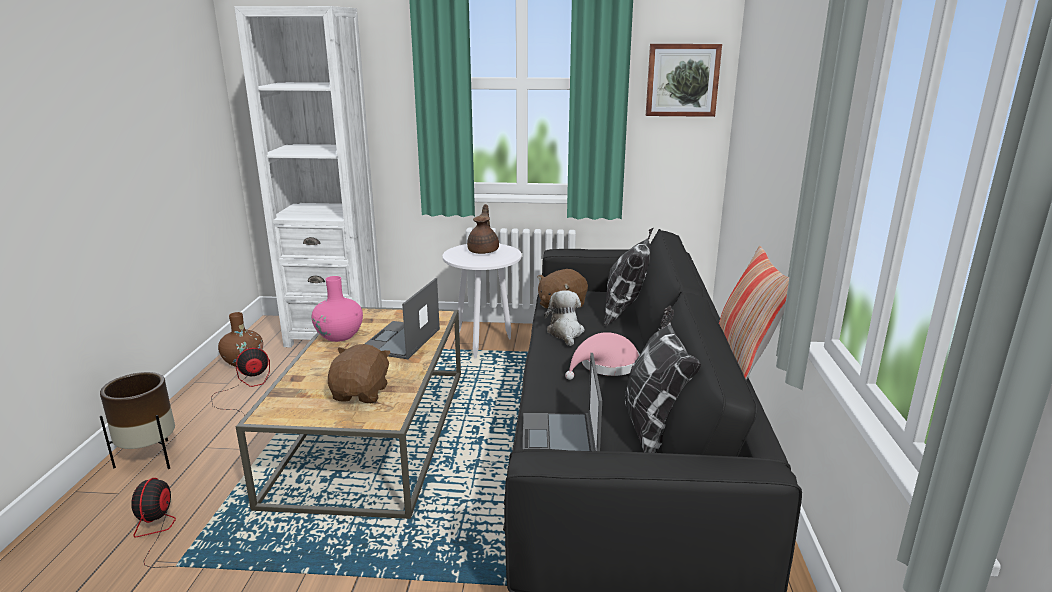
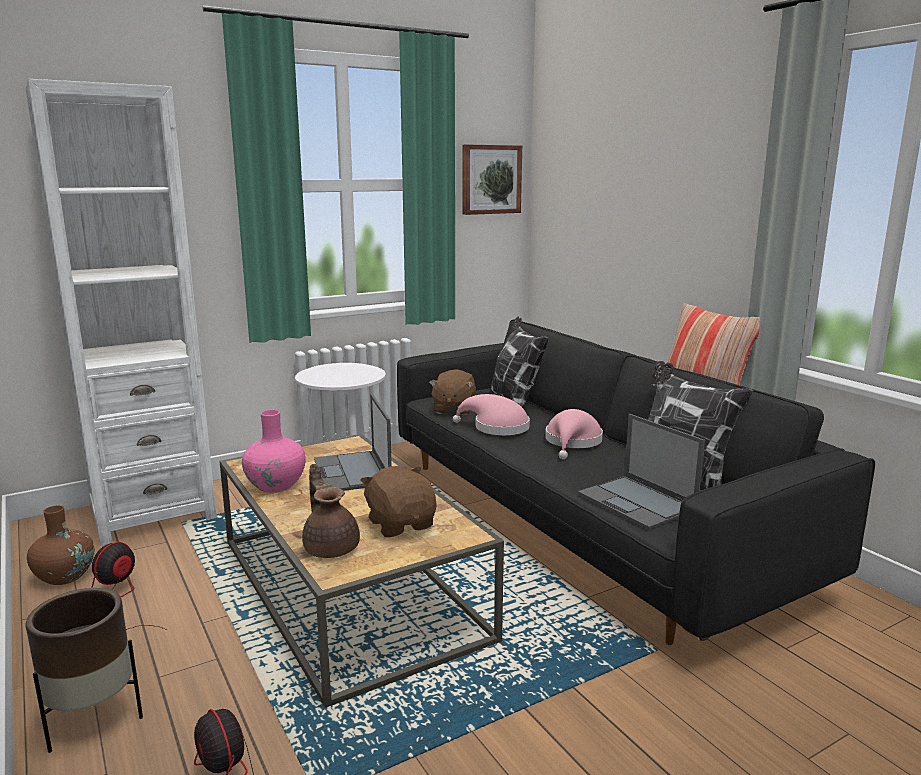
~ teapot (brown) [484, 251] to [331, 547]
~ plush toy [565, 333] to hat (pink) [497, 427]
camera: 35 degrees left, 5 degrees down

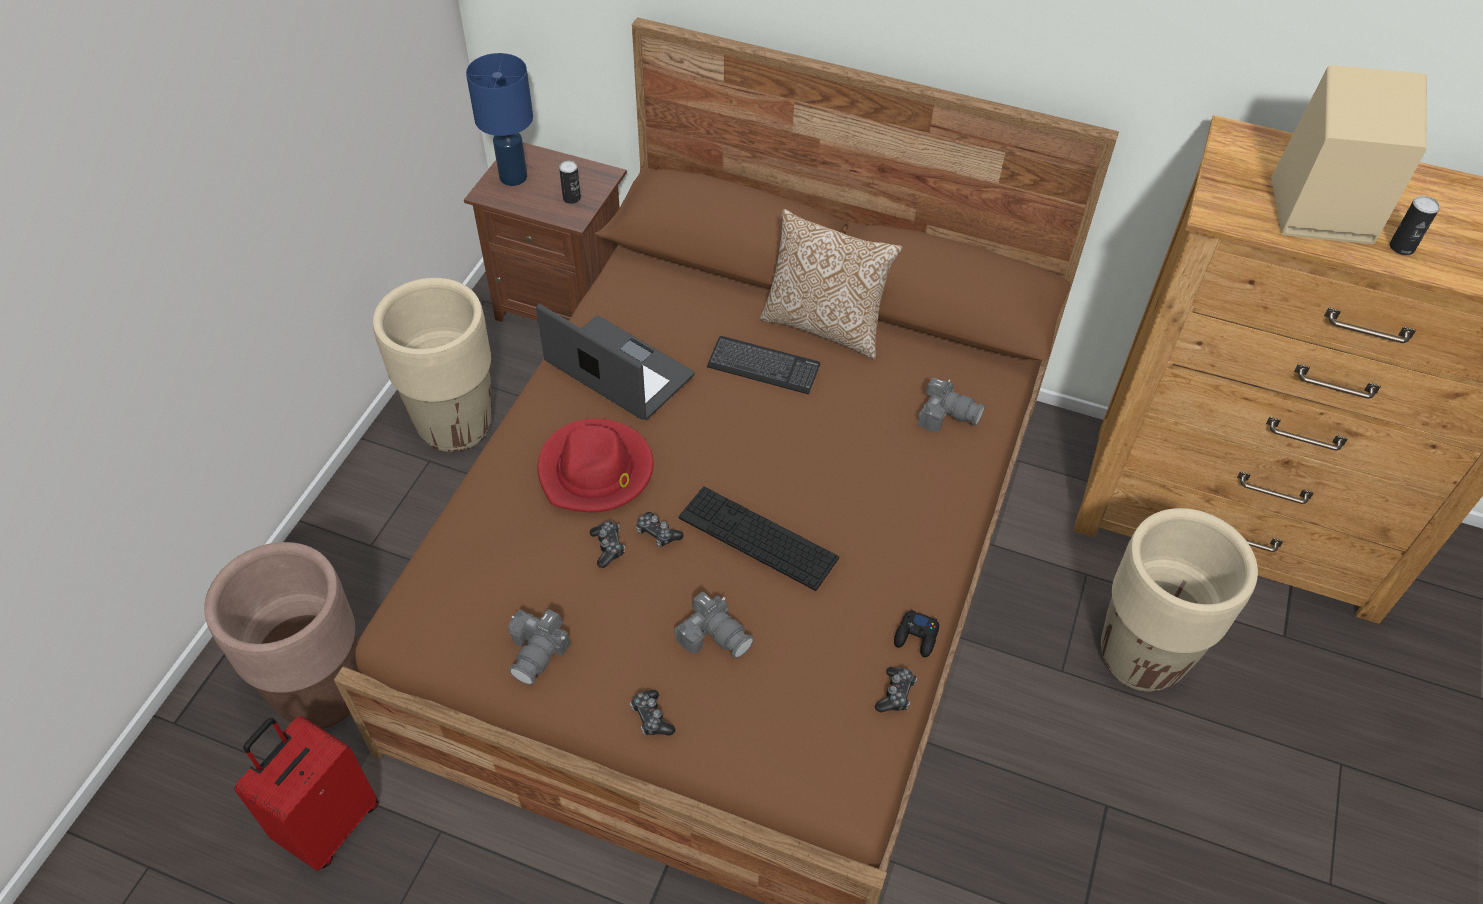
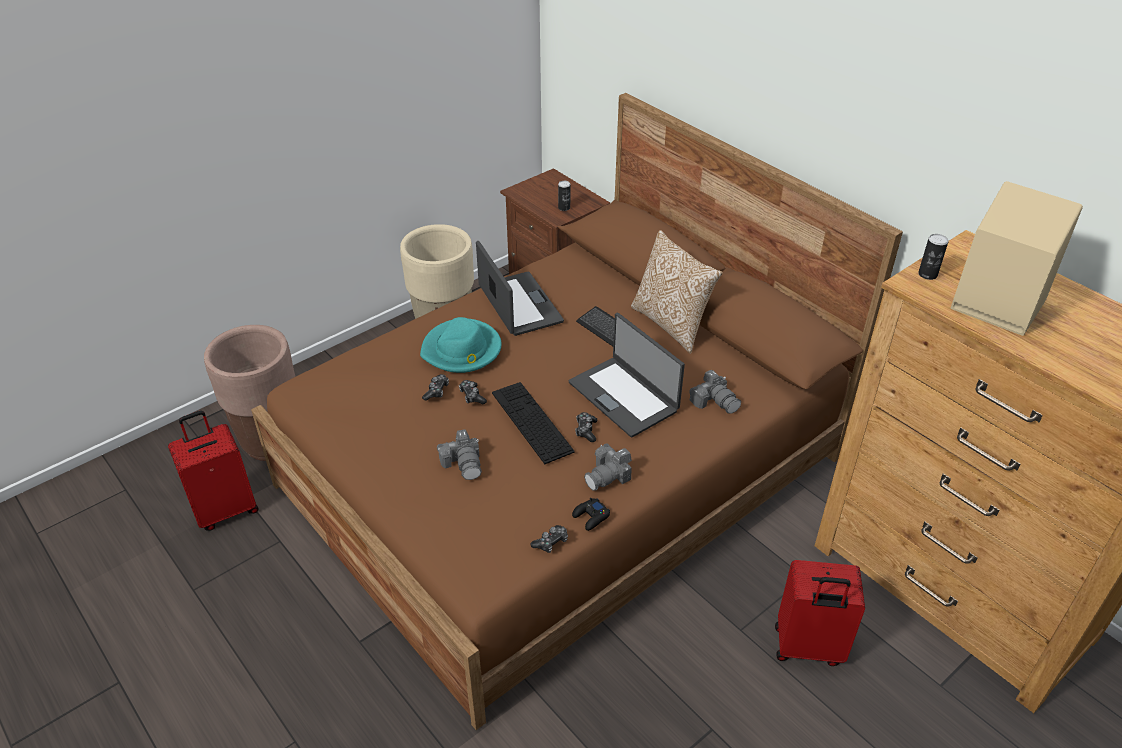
~ hat (red) [596, 470] to hat (turquoise) [462, 350]
+ laptop [624, 396]
~ game controller [651, 717] to [586, 430]
~ photo camera [538, 652] to [608, 476]
~ planter (beige) [1140, 658] to suitcase (red) [807, 648]
~ can [1401, 247] to [927, 274]
- table lamp (blue) [512, 177]
camera: 30 degrees right, 10 degrees down

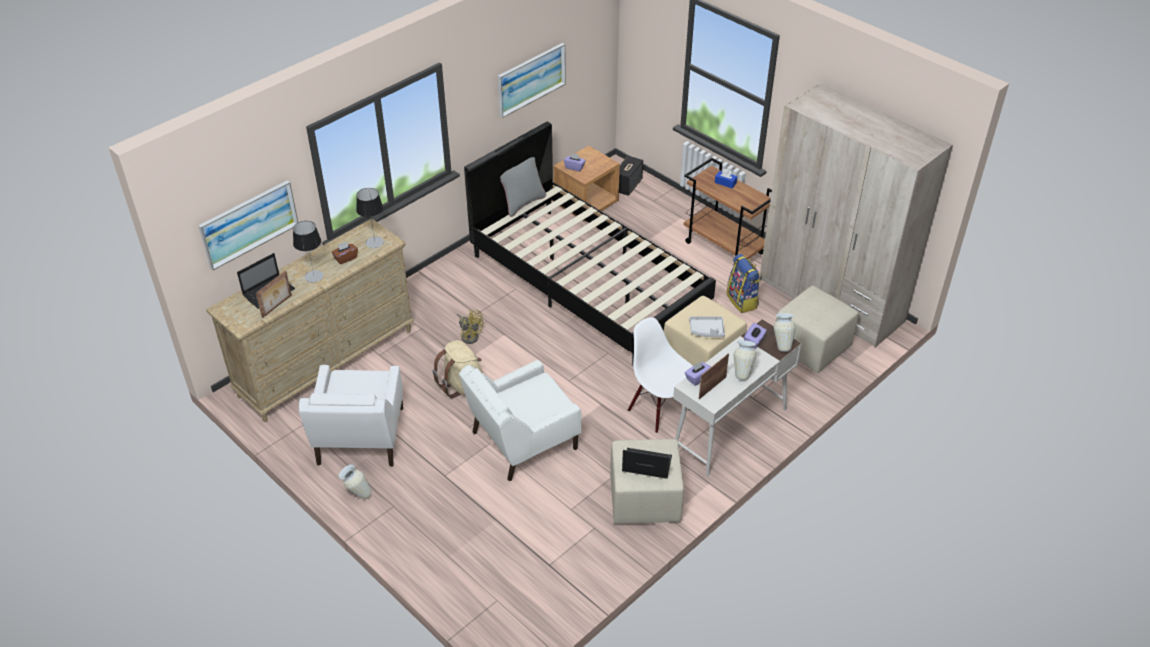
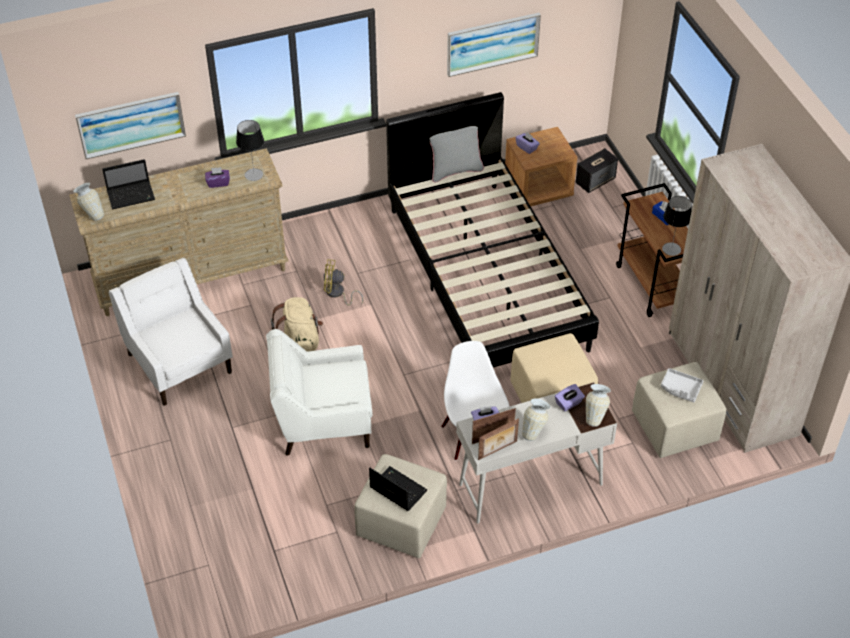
~ vase [357, 494] to [92, 214]
~ armchair (white) [360, 438] = [179, 362] 120 degrees clockwise
~ tissue box (brown) [345, 258] to tissue box (purple) [218, 183]
~ fan (yellow) [470, 335] = [337, 294] 120 degrees clockwise
~ picture frame [277, 306] to [498, 451]
~ tray (grey) [707, 330] to [680, 389]
~ table lamp [314, 276] to [671, 249]
- backpack [742, 301]
camera: 25 degrees right, 5 degrees up

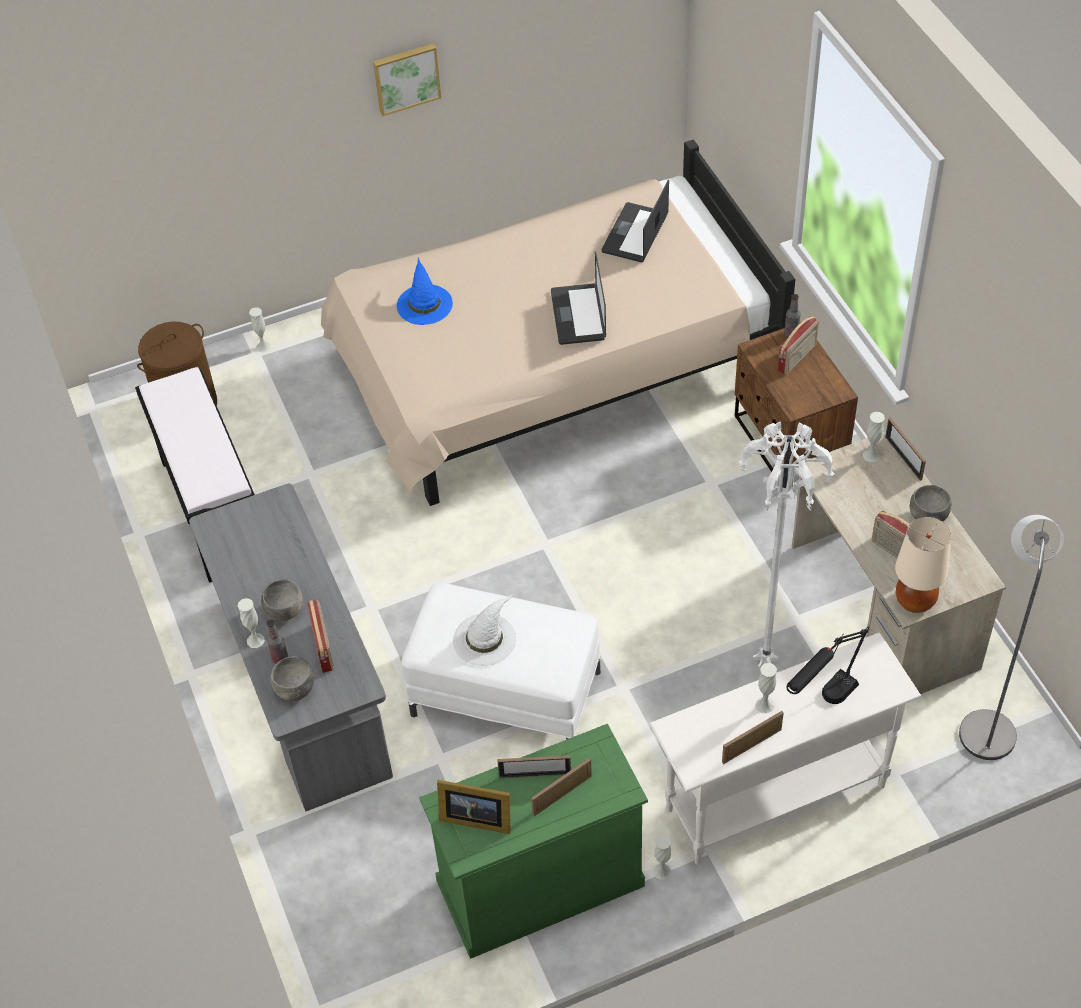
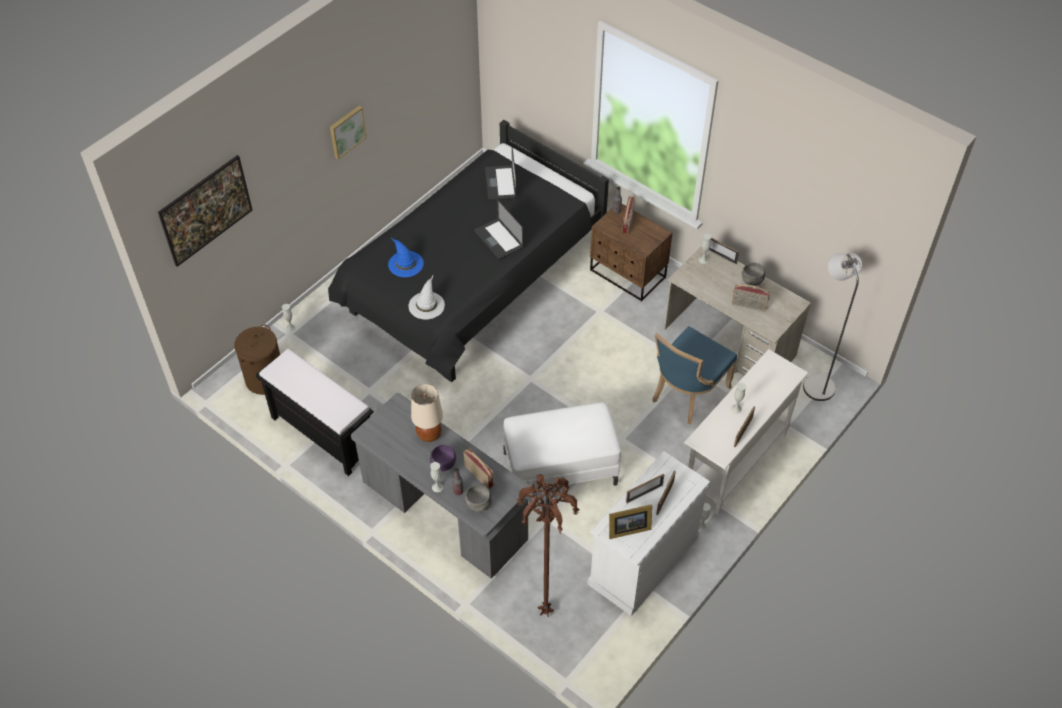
+ picture [210, 223]
~ bed (beige) [552, 371] to bed (black) [473, 281]
~ hat (white) [485, 638] to [426, 305]
~ table lamp (beige) [915, 601] to [429, 434]
~ bowl (grey) [284, 611] to bowl (purple) [443, 464]
+ floor lamp (brown) [544, 610]
~ dresser (green) [539, 883] to dresser (white) [642, 560]
~ floor lamp (white) [766, 660] to chair (blue) [687, 394]
- table lamp (black) [822, 705]
camera: 30 degrees left, 0 degrees up

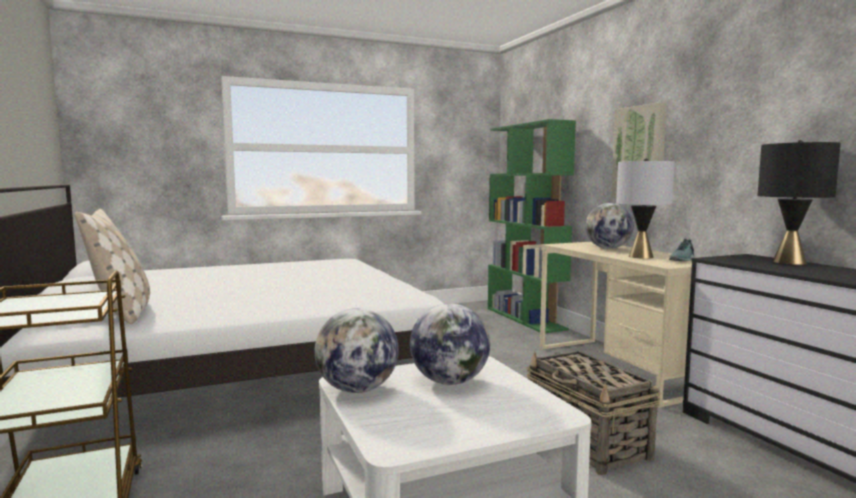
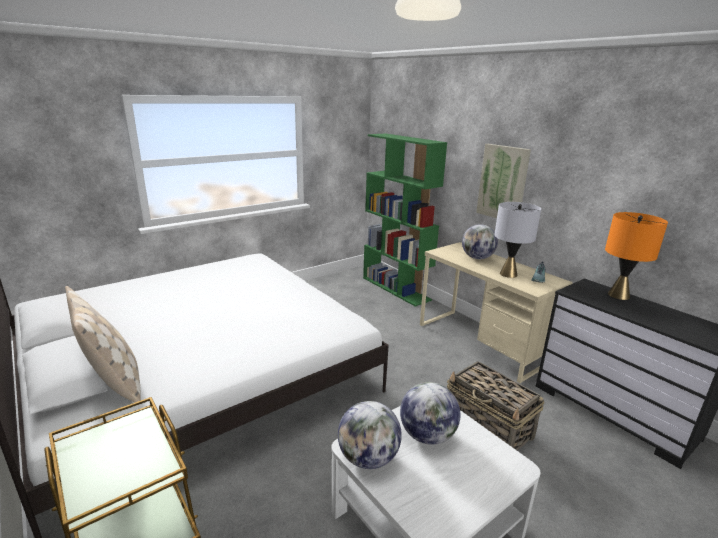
~ table lamp (black) [789, 262] to table lamp (orange) [618, 295]
camera: 15 degrees left, 15 degrees up

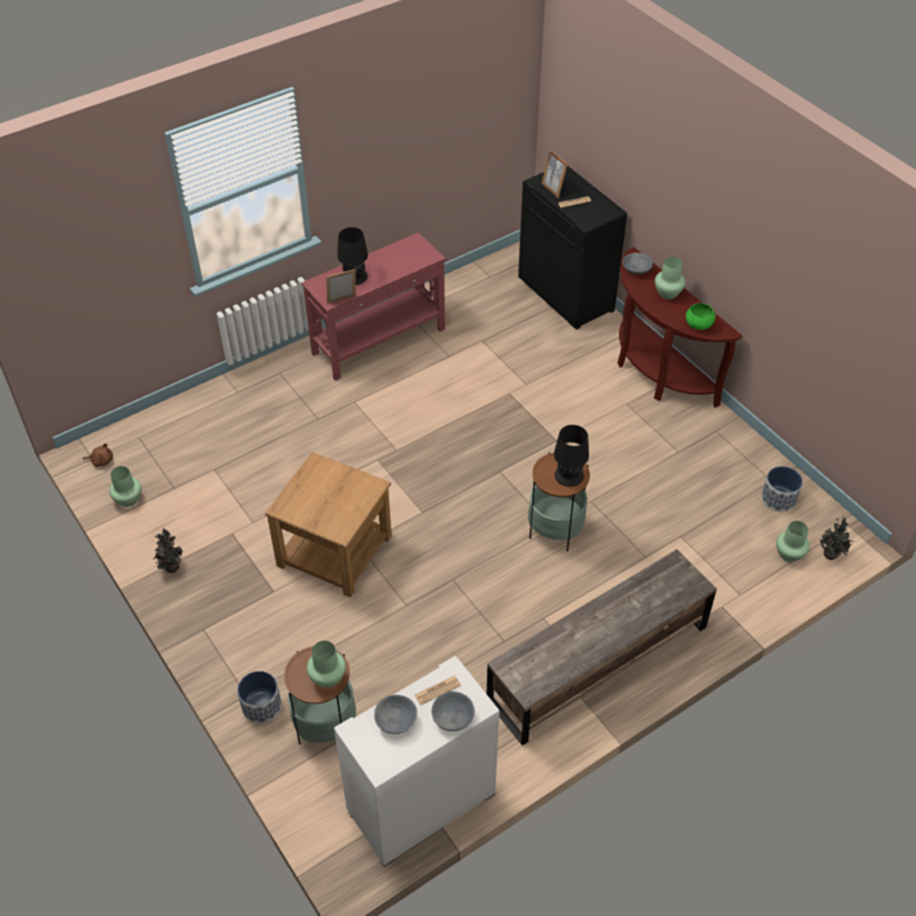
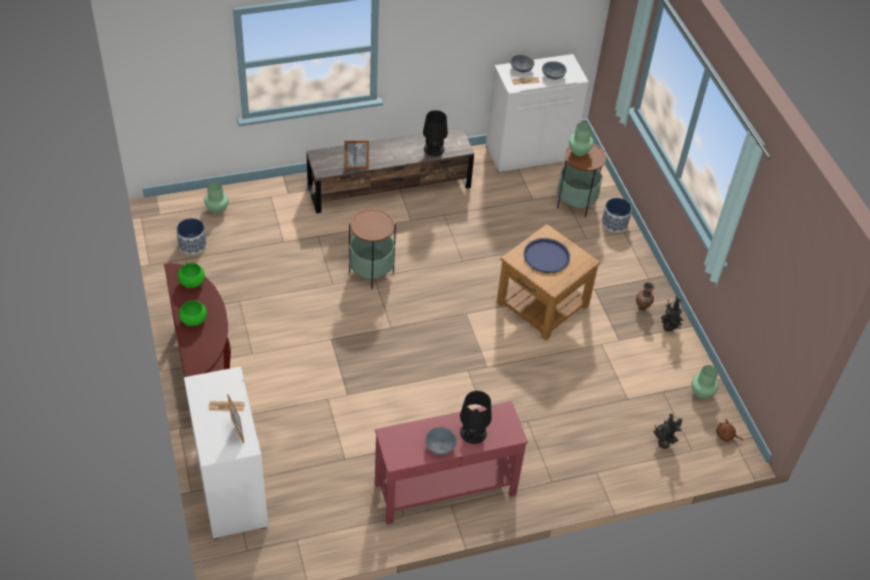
~ vase (green) [668, 293] to bowl (green) [193, 320]
~ cabinet (black) [567, 294] to cabinet (white) [230, 489]
~ picture frame [342, 301] to [356, 166]
~ table lamp (black) [568, 475] to [434, 149]
~ bowl (grey) [636, 270] to [440, 445]
+ tray (blue) [546, 256]
+ vase (brown) [642, 308]
~ potted plant [830, 556] to [663, 443]
camera: 165 degrees left, 0 degrees up

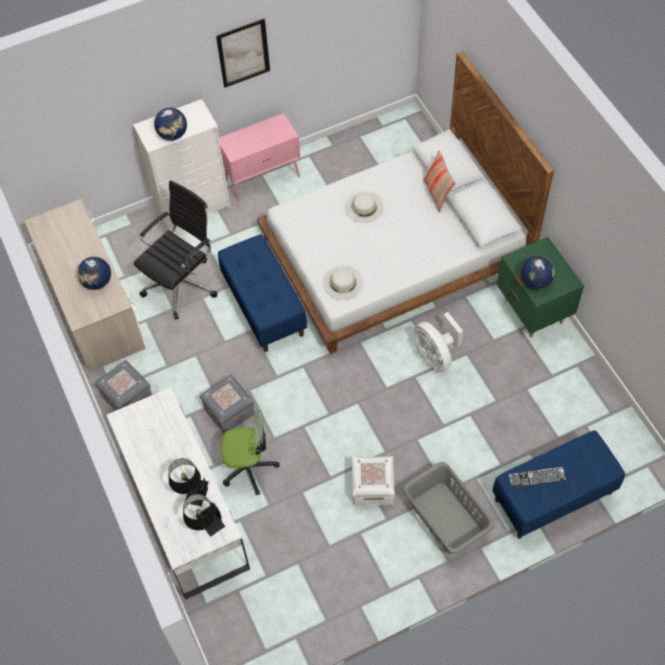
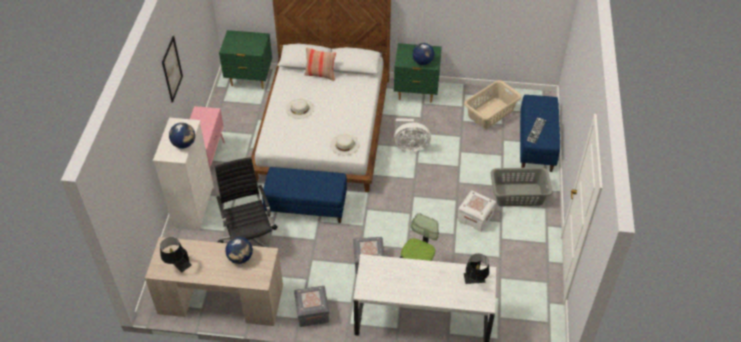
~ table lamp (black) [190, 491] to [177, 265]
+ nightstand (green) [249, 79]
+ laundry basket (beige) [491, 113]
camera: 60 degrees left, 10 degrees down

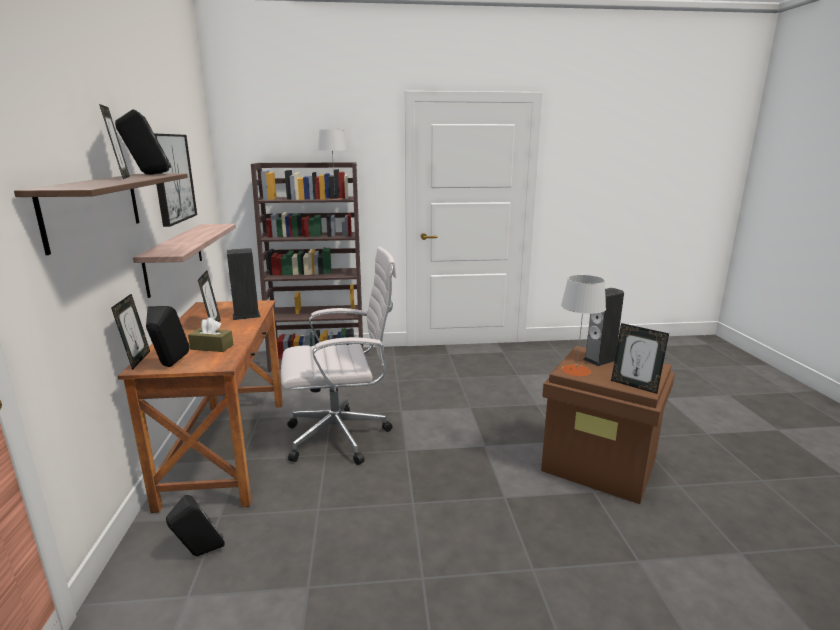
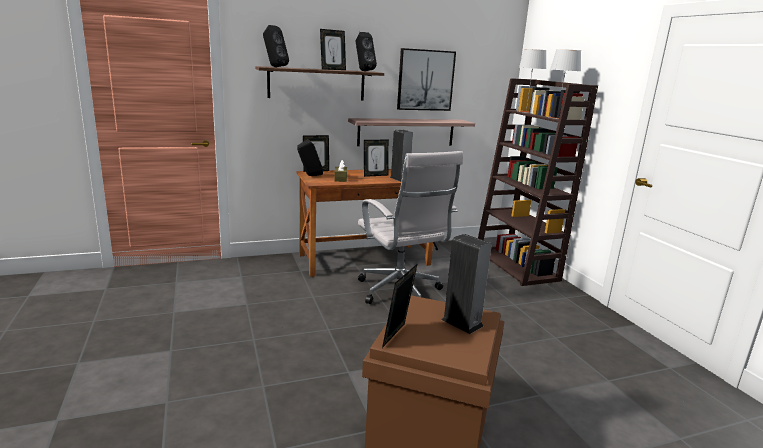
~ speaker (black) [199, 554] to [274, 67]
~ table lamp (grey) [576, 370] to [526, 112]
camera: 75 degrees right, 0 degrees up

